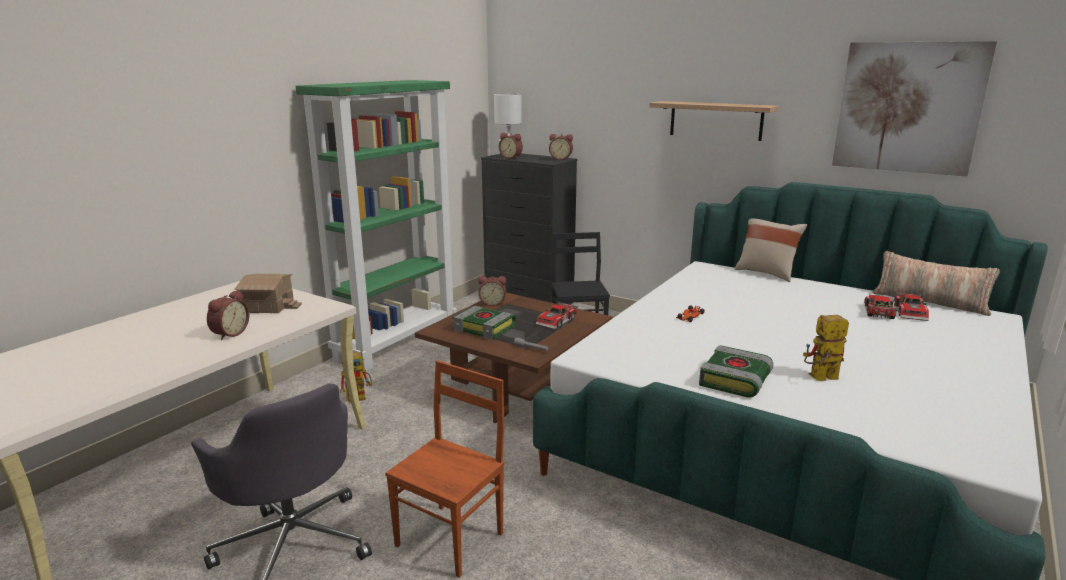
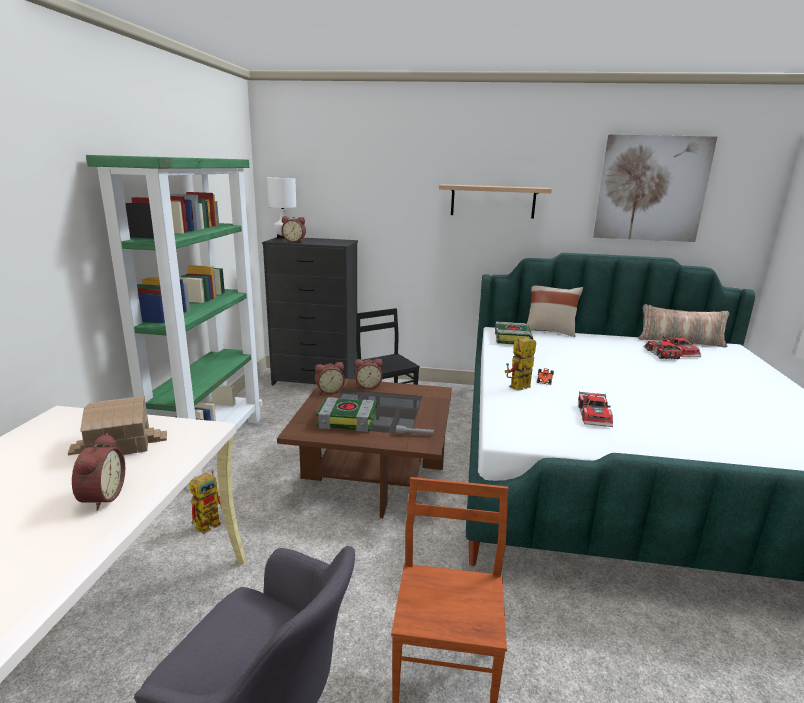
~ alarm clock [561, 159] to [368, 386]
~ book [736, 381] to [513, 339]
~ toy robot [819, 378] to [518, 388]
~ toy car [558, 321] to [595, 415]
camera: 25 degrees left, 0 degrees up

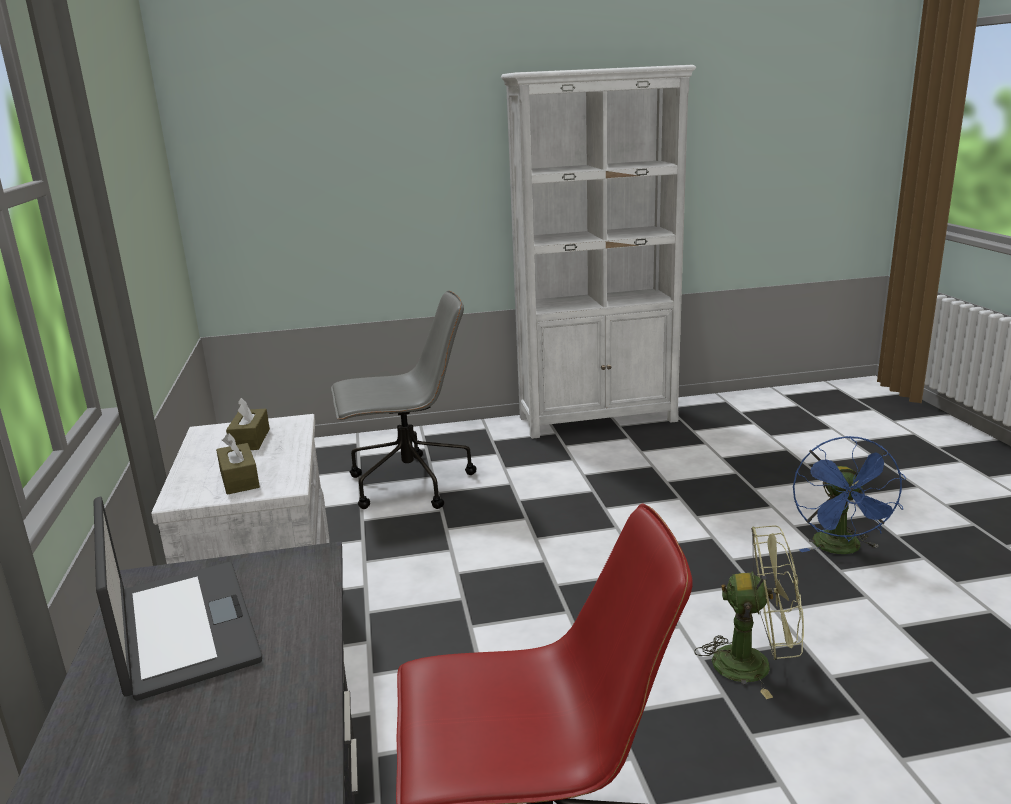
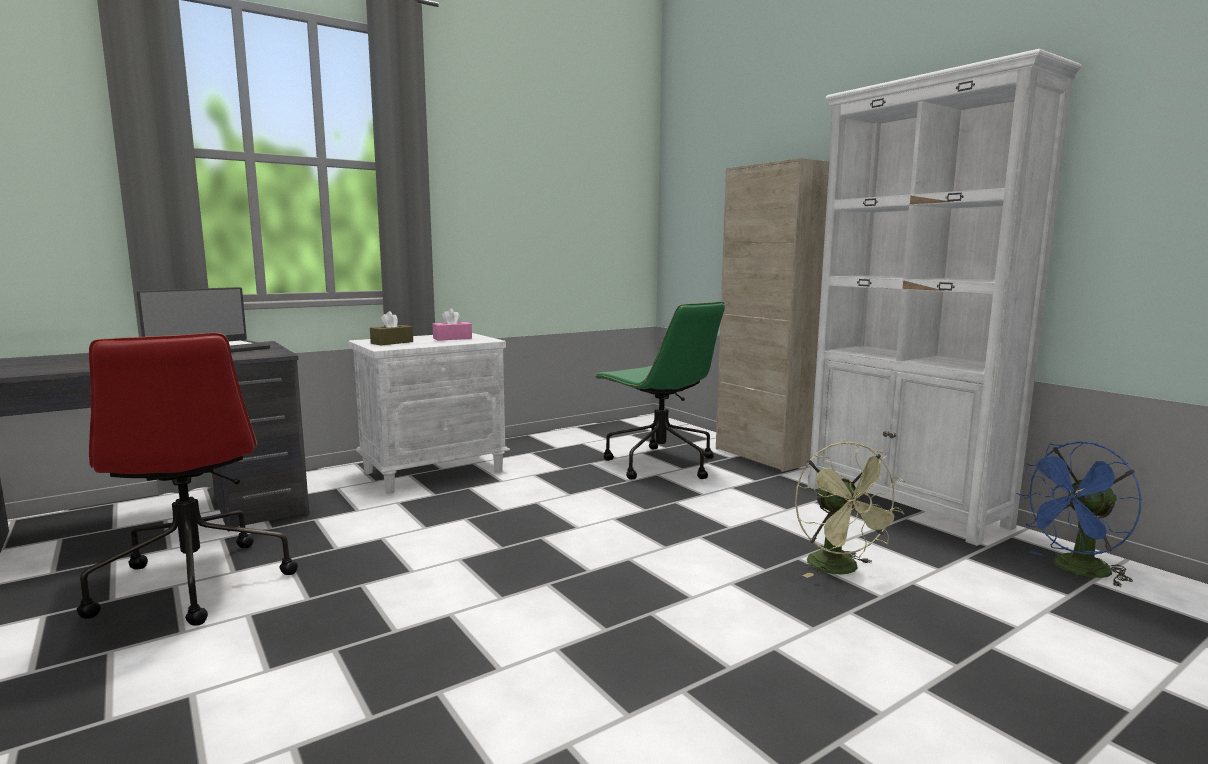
~ tissue box (brown) [250, 440] to tissue box (pink) [452, 338]
~ office chair (grey) [408, 484] to office chair (green) [659, 464]
+ cabinet (beige) [761, 456]
~ fan (green) [754, 664] to [841, 569]
~ fan (blue) [841, 549] to [1075, 570]
camera: 65 degrees right, 10 degrees down

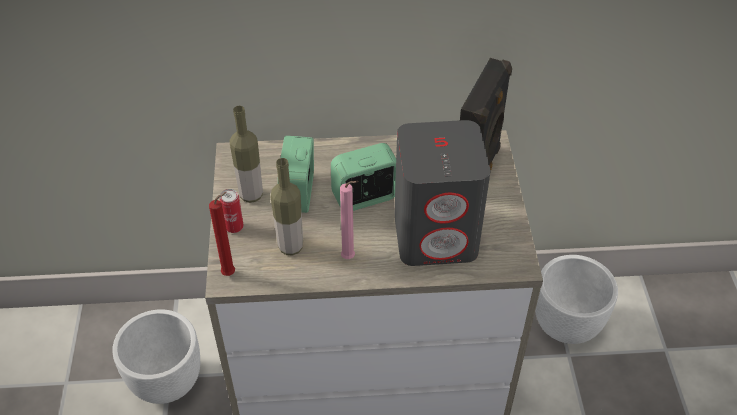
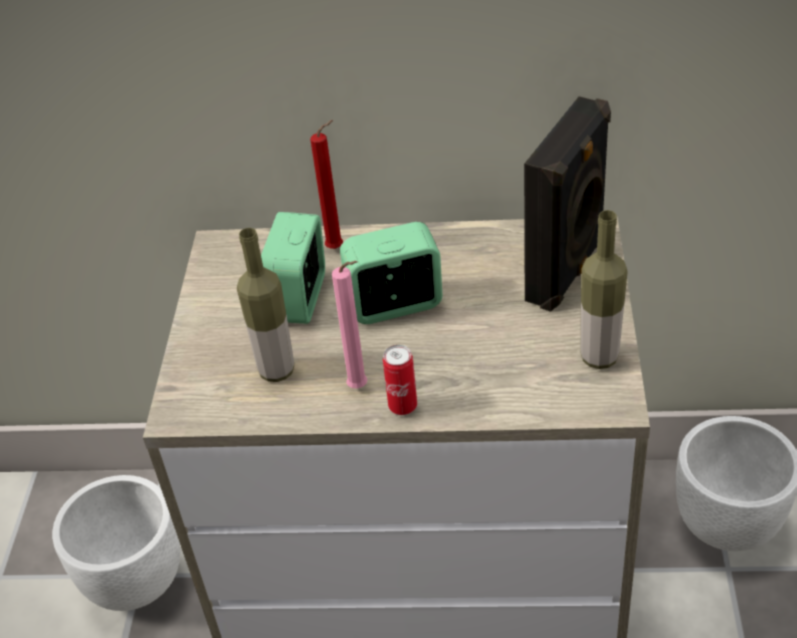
~ candle (red) [231, 273] to [338, 248]
~ can [234, 227] to [403, 406]
~ bottle [251, 195] to [599, 357]
- speaker (grey) [436, 235]
camera: 10 degrees right, 5 degrees down

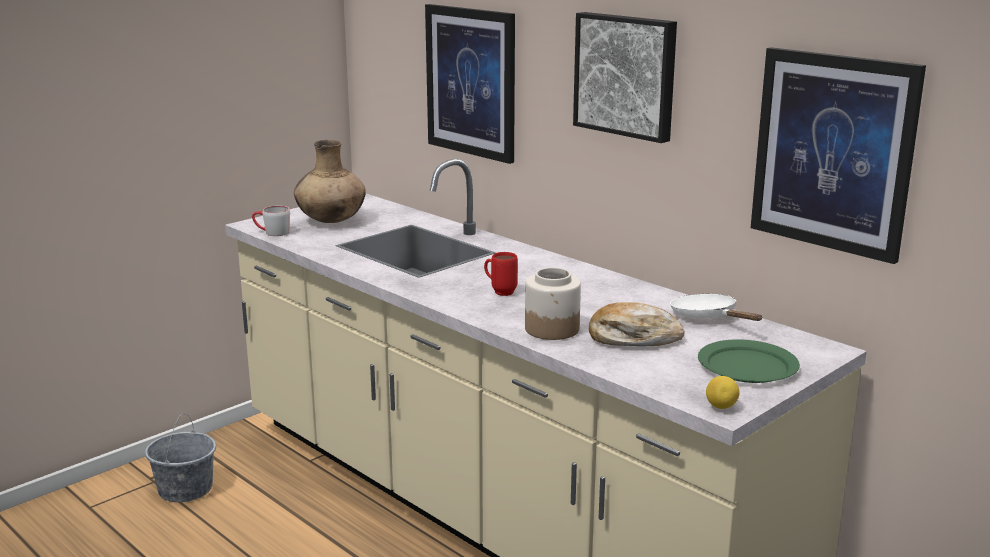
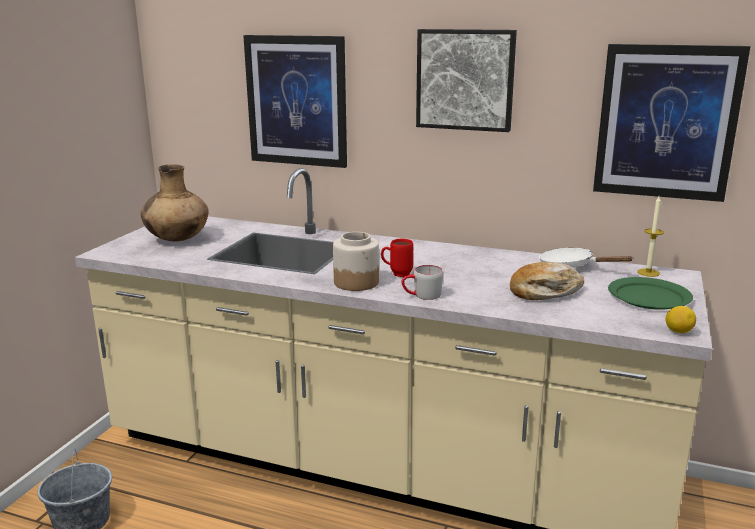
~ jar [552, 329] to [356, 282]
~ mug (grey) [271, 232] to [421, 296]
+ candle [648, 272]
camera: 25 degrees left, 0 degrees up

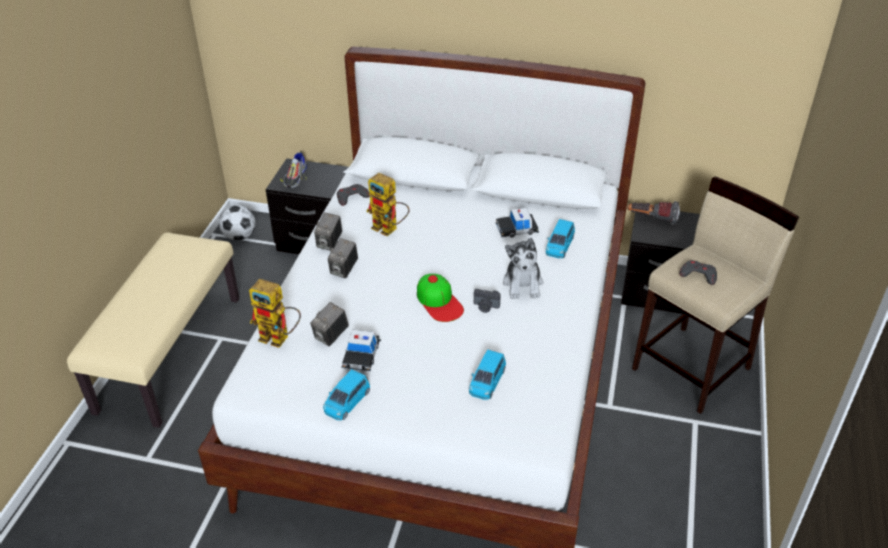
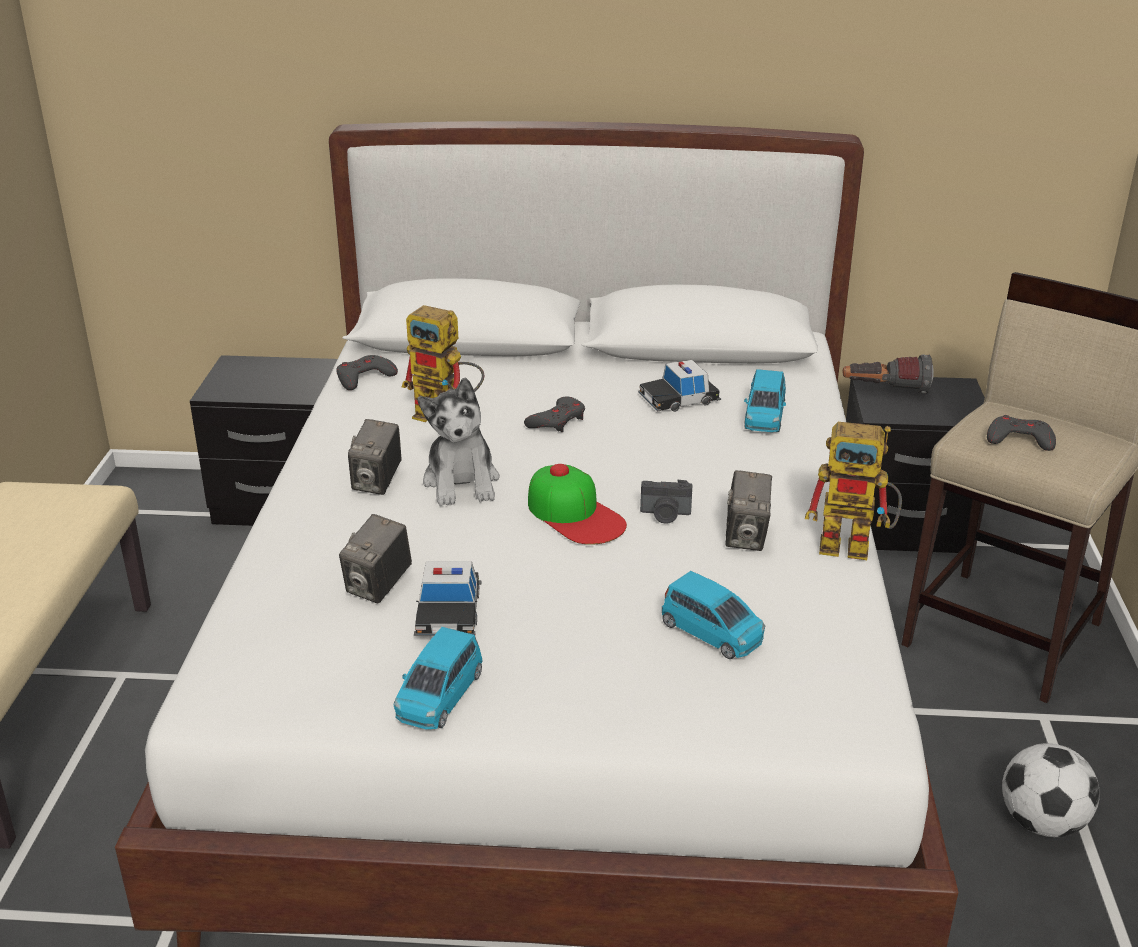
~ plush toy [523, 284] to [462, 482]
+ game controller (grey) [557, 421]
~ toy car (blue) [487, 382] = [711, 633] 60 degrees counterclockwise
~ photo camera [329, 243] to [746, 537]
~ toy robot [280, 338] to [856, 546]
~ football [240, 236] to [1042, 823]
- shoe [295, 177]
camera: 10 degrees left, 10 degrees down

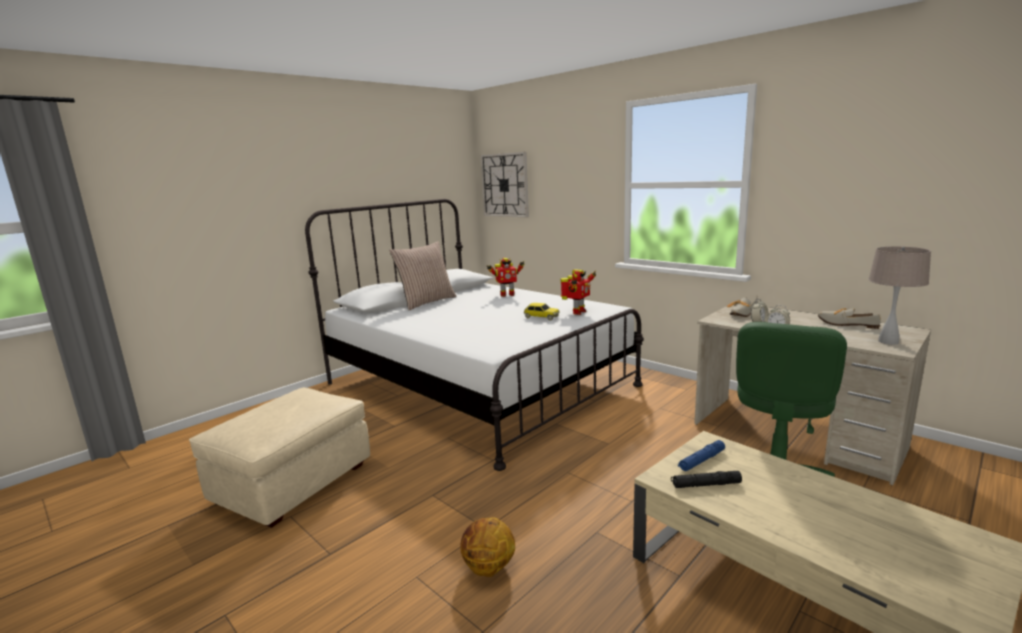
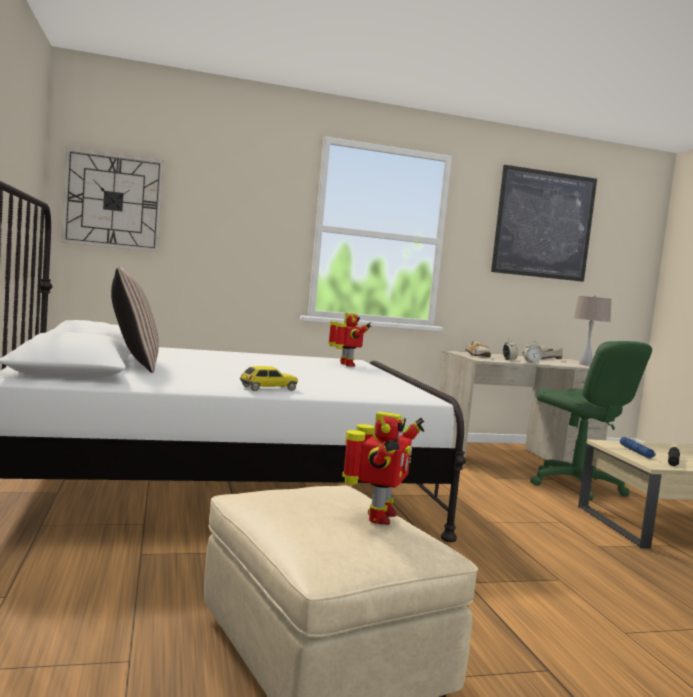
~ toy car [541, 317] to [268, 388]
~ toy robot [506, 295] to [377, 517]
+ picture [543, 224]
- basketball [488, 568]
camera: 60 degrees left, 10 degrees down

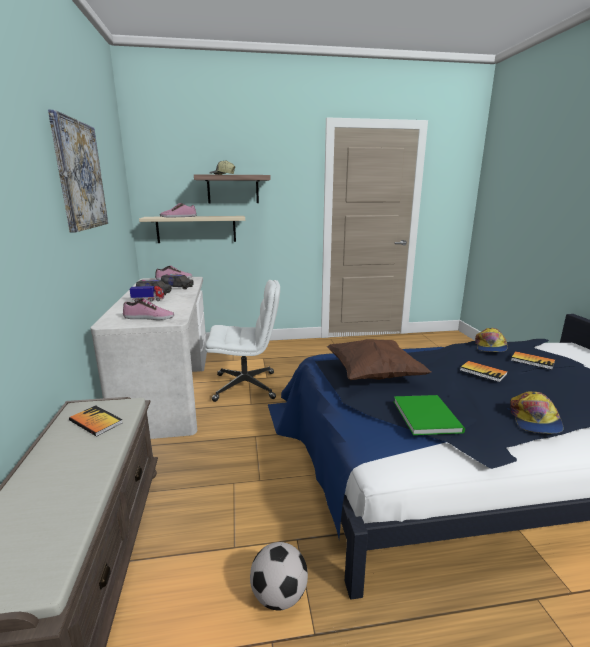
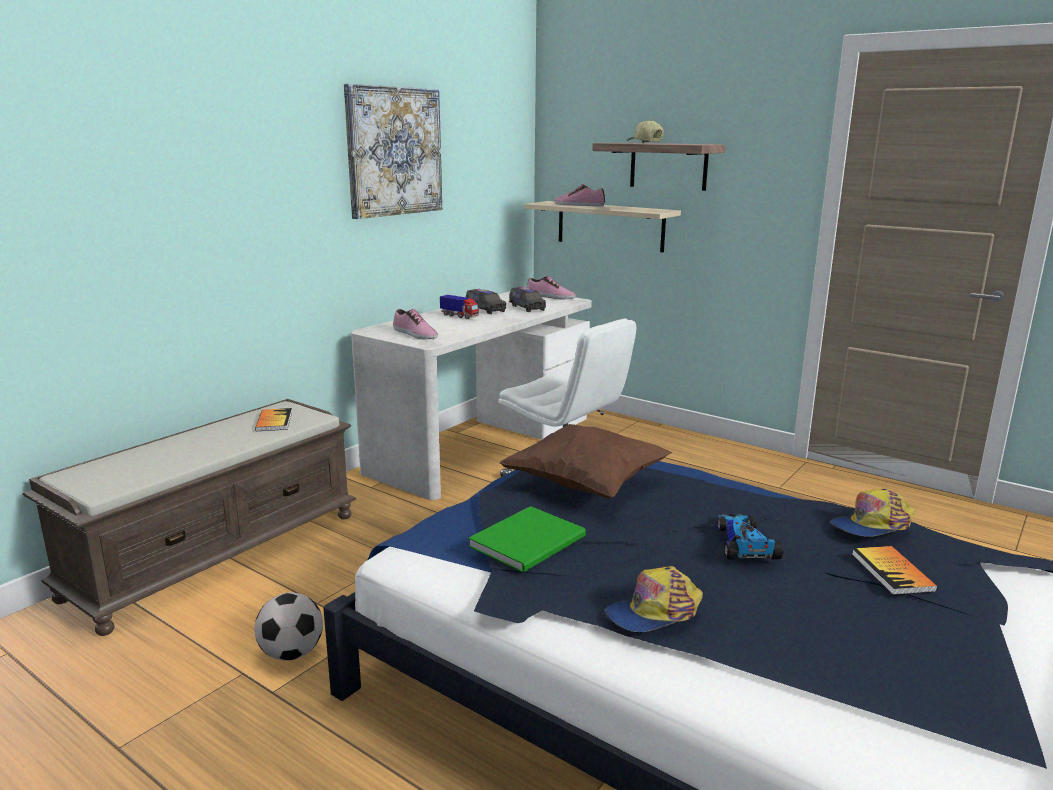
~ book [483, 372] to toy car [742, 543]
camera: 45 degrees right, 0 degrees up

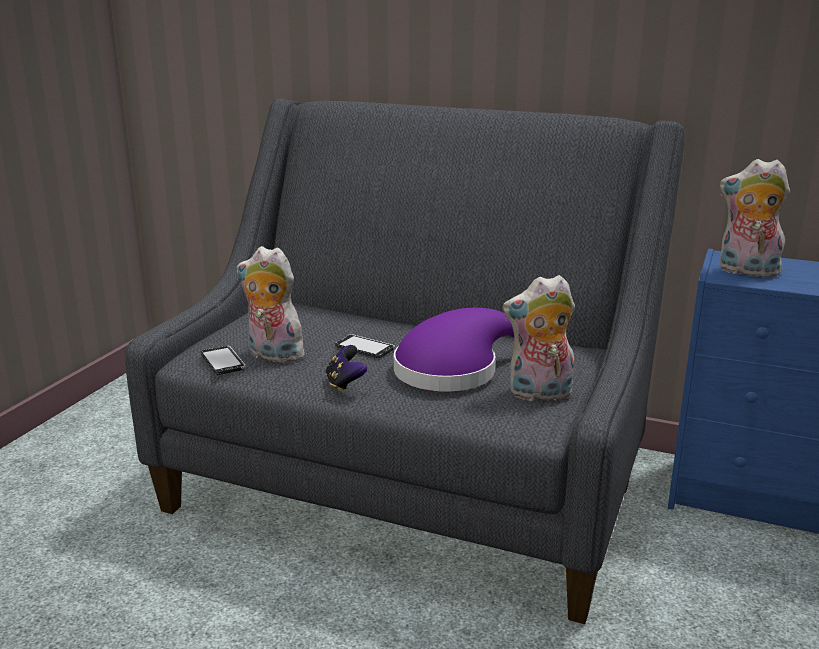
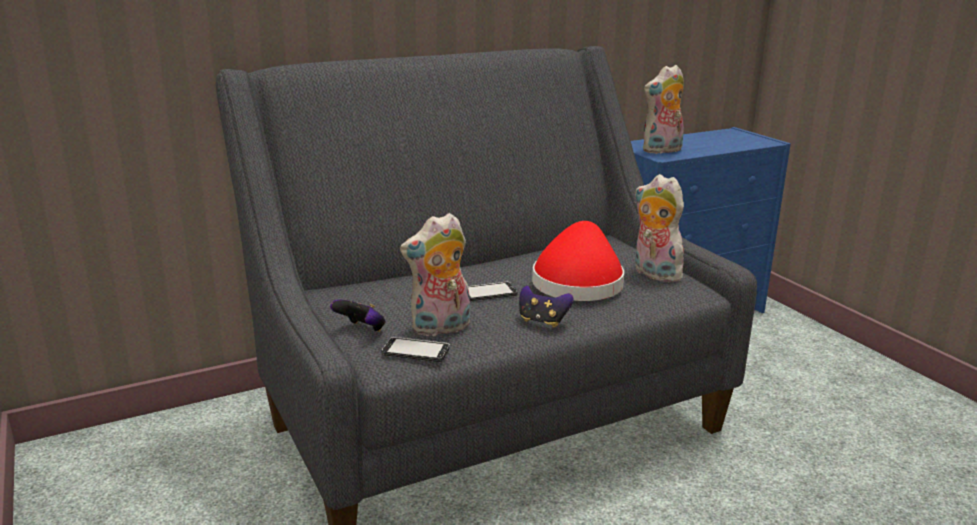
+ game controller [361, 330]
~ hat (purple) [453, 370] to hat (red) [578, 282]
~ plush toy [539, 394] = [653, 274] 105 degrees clockwise
camera: 50 degrees left, 0 degrees up

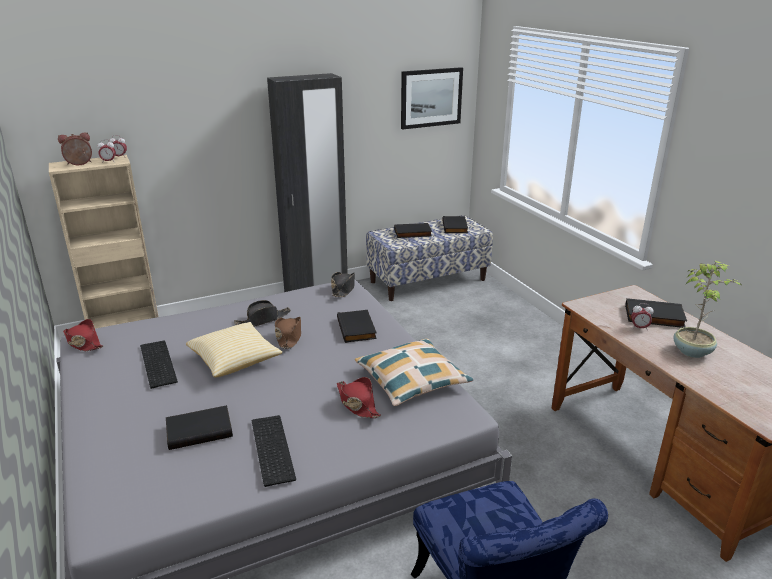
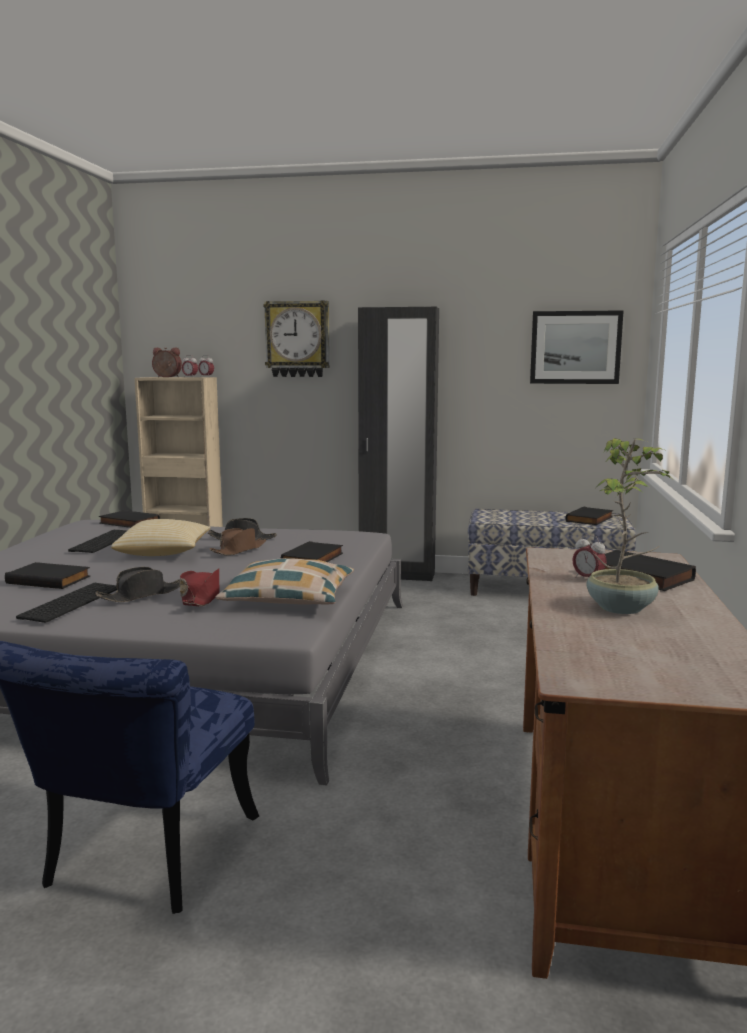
~ hat (black) [343, 289] to [142, 595]
~ book (black) [412, 233] to [128, 523]
+ wall clock [298, 339]
- hat (red) [83, 343]
camera: 35 degrees right, 15 degrees down

